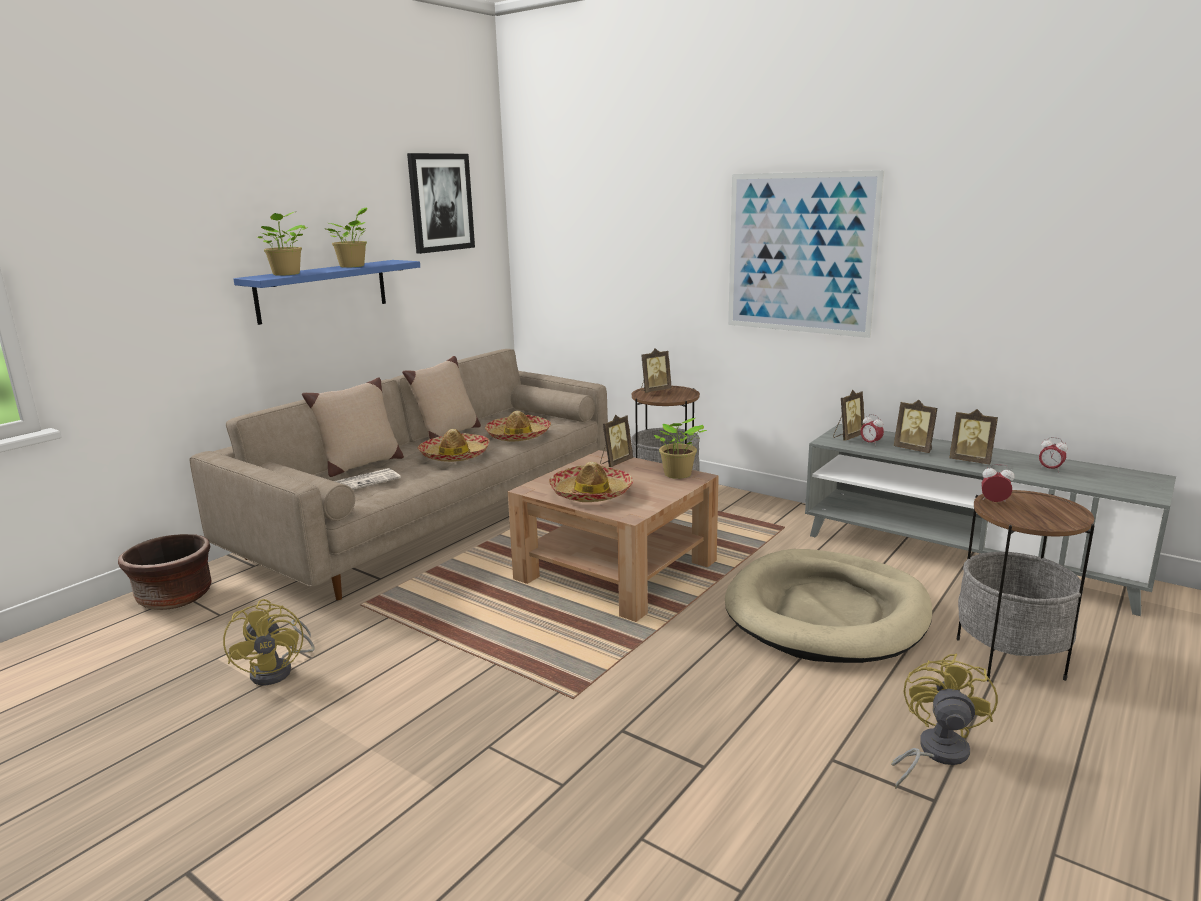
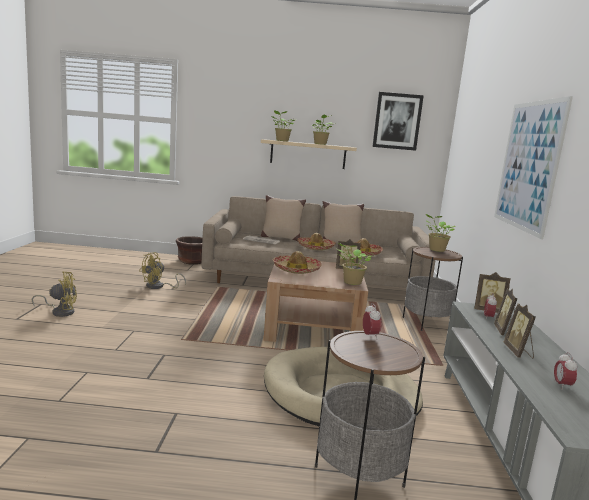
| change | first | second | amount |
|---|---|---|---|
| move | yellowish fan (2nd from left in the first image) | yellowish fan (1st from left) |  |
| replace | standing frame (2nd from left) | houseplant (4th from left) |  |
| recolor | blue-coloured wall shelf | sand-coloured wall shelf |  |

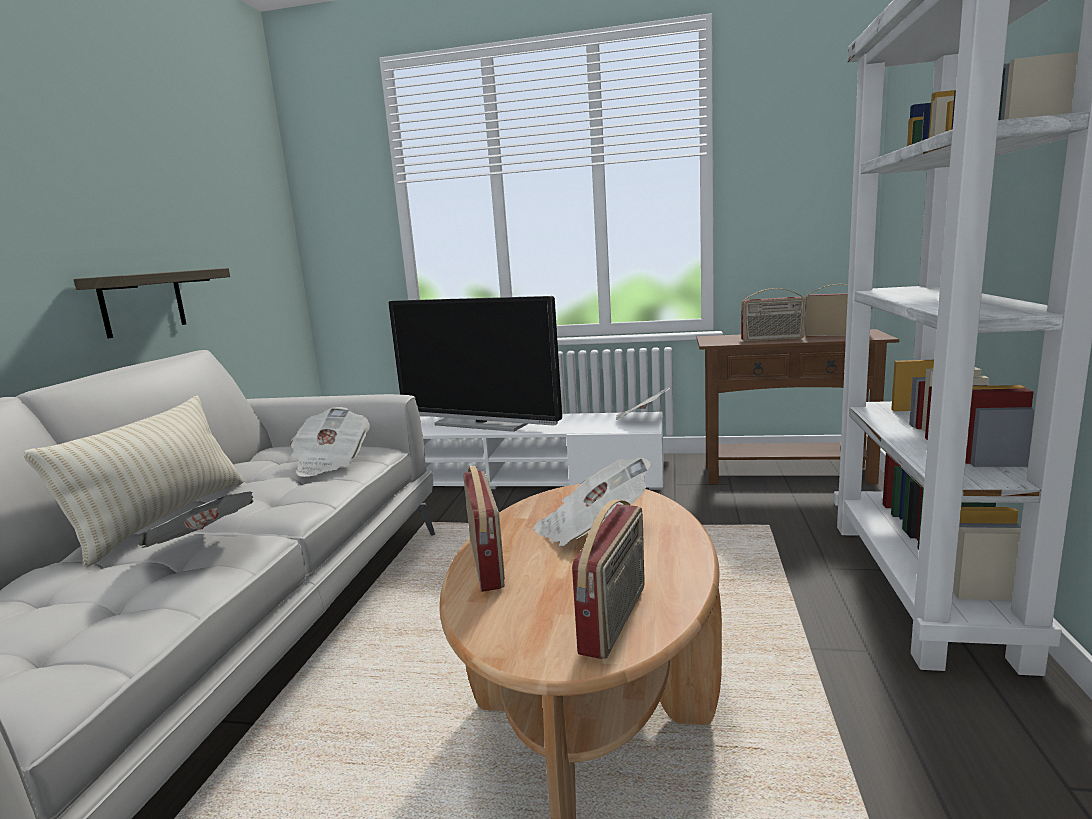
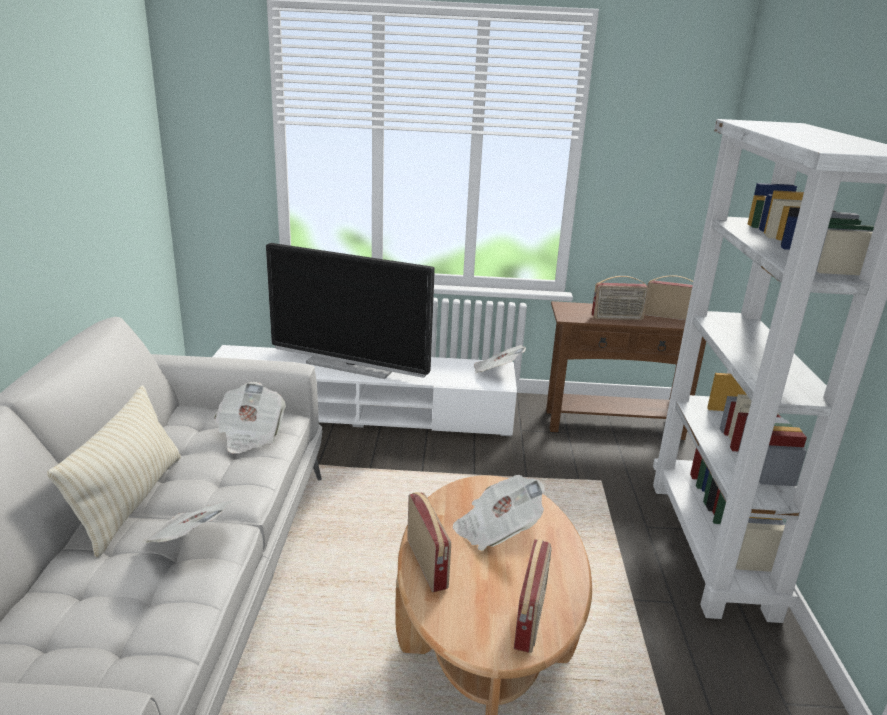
| change | first | second | amount |
|---|---|---|---|
| delete | wall shelf |  |  |

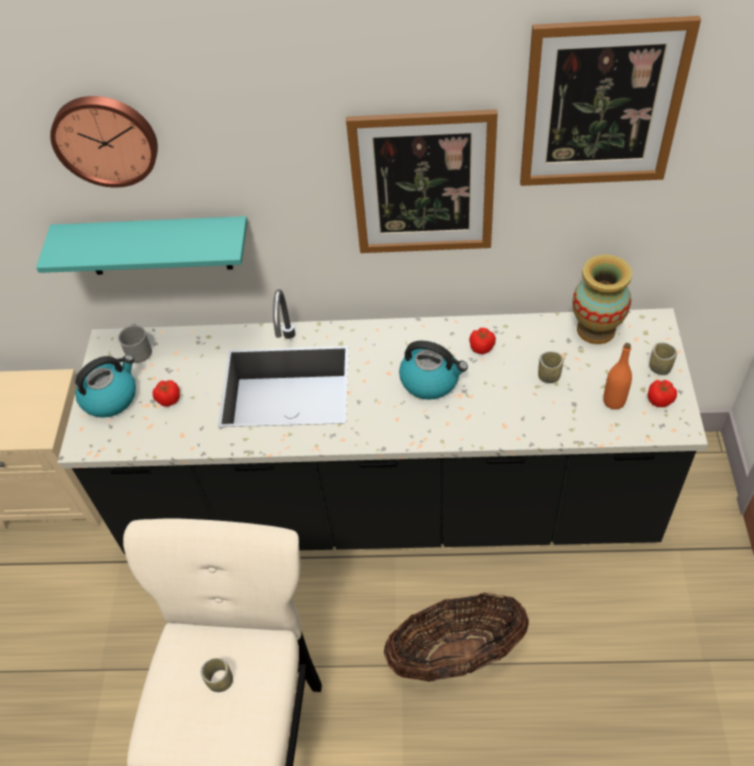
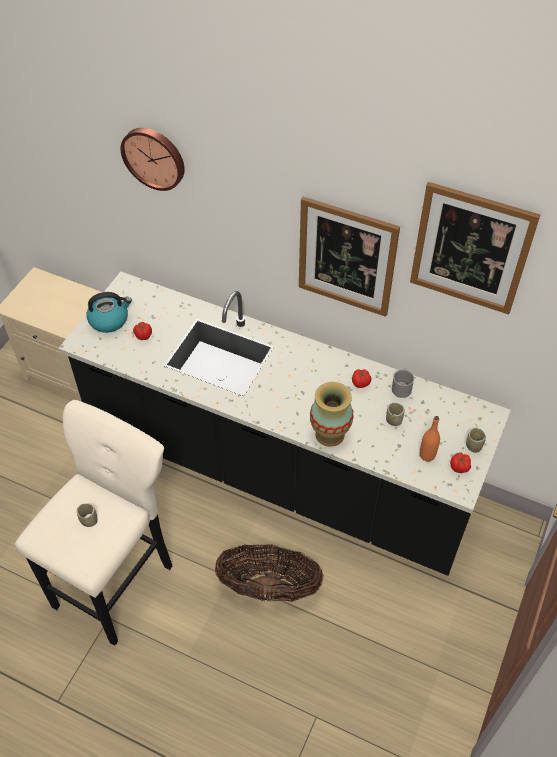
| change | first | second | amount |
|---|---|---|---|
| delete | turquoise wall shelf |  |  |
| delete | kettle (2nd from left) |  |  |
| move | gray mug |  |  |
| move | decorative vase |  |  |

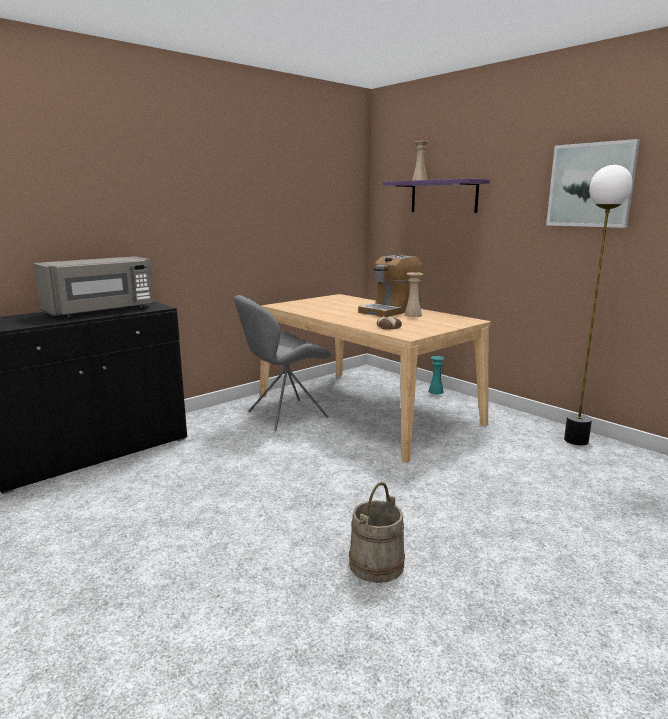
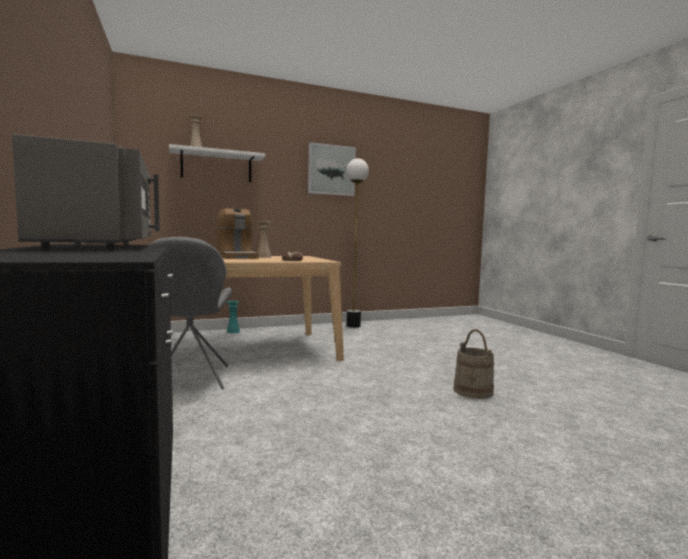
| change | first | second | amount |
|---|---|---|---|
| recolor | purple-coloured wall shelf | white-coloured wall shelf |  |

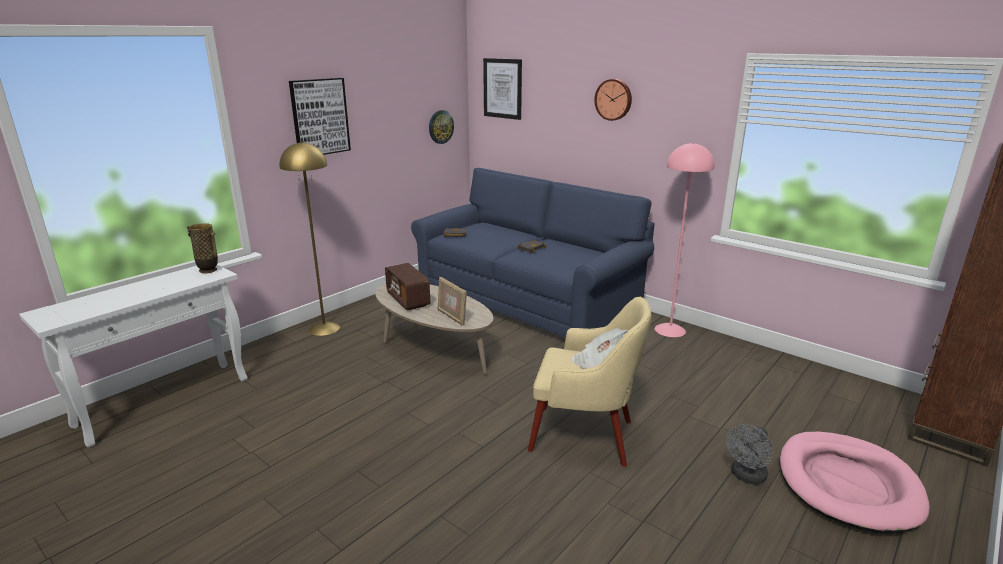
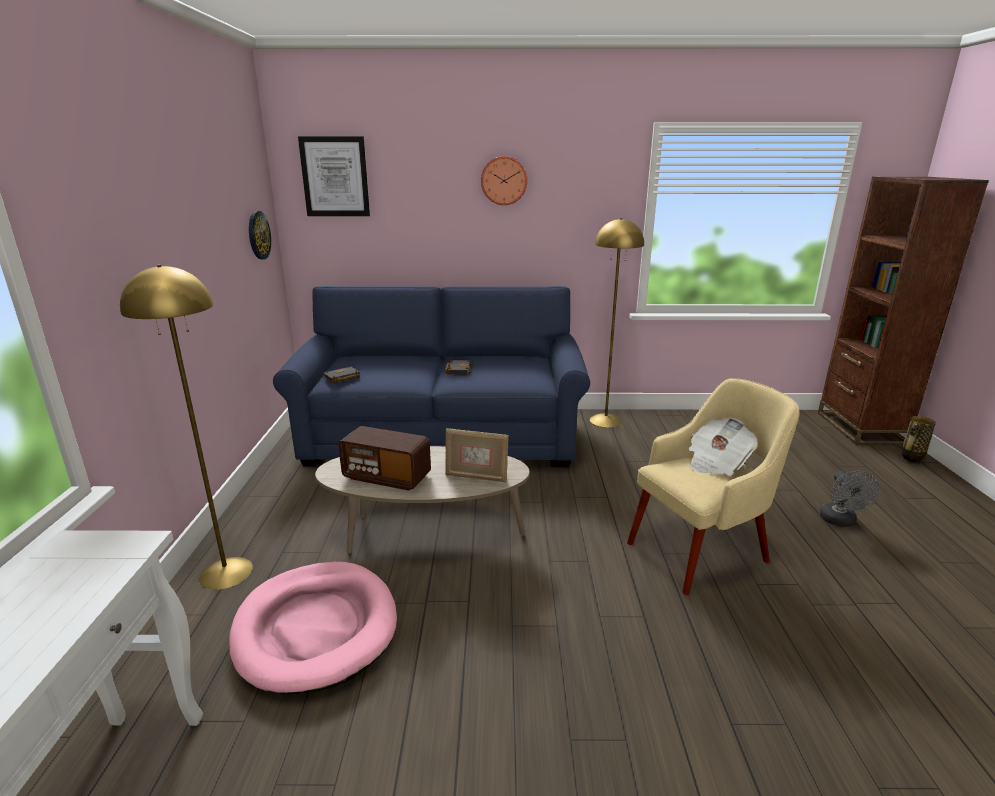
| change | first | second | amount |
|---|---|---|---|
| delete | picture (1st from left) |  |  |
| move | decorative vase |  |  |
| move | pink pet bed |  |  |
| recolor | pink standing lamp | yellowish standing lamp (2nd from left) |  |

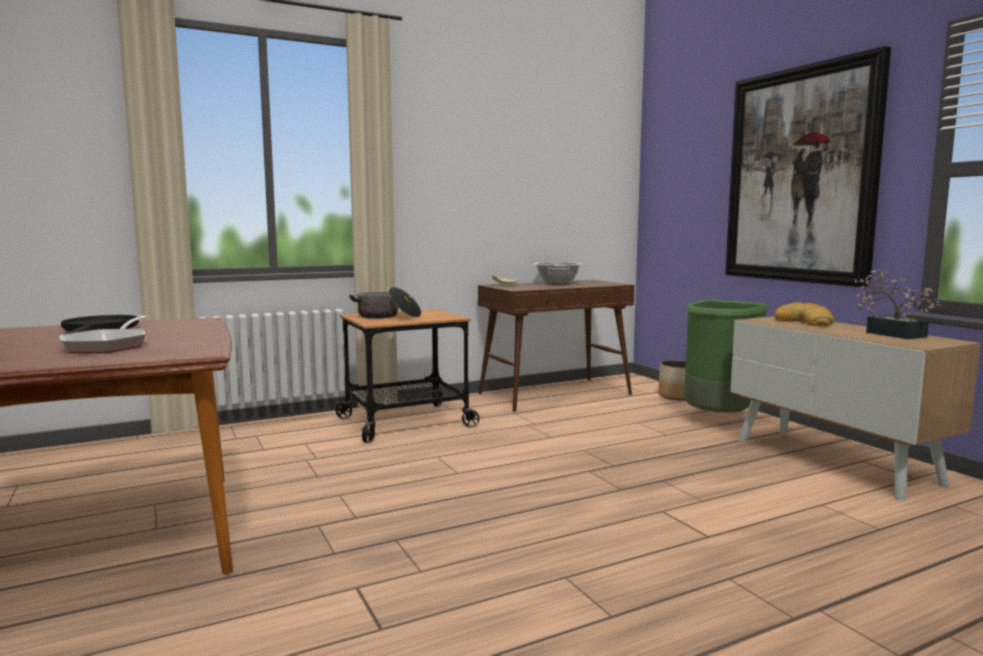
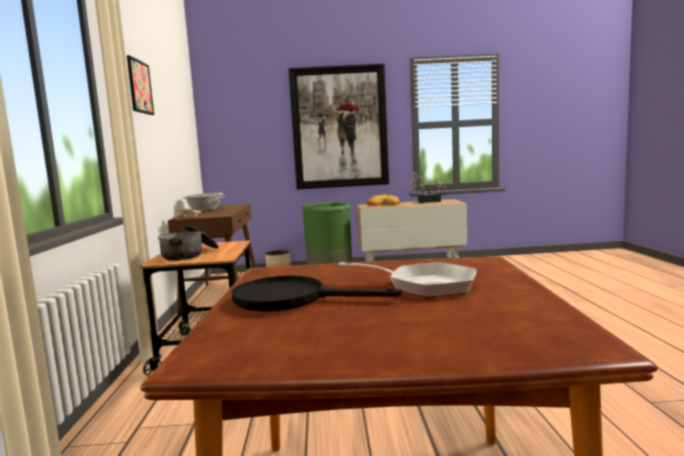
| change | first | second | amount |
|---|---|---|---|
| insert |  | picture (1st from left) |  |

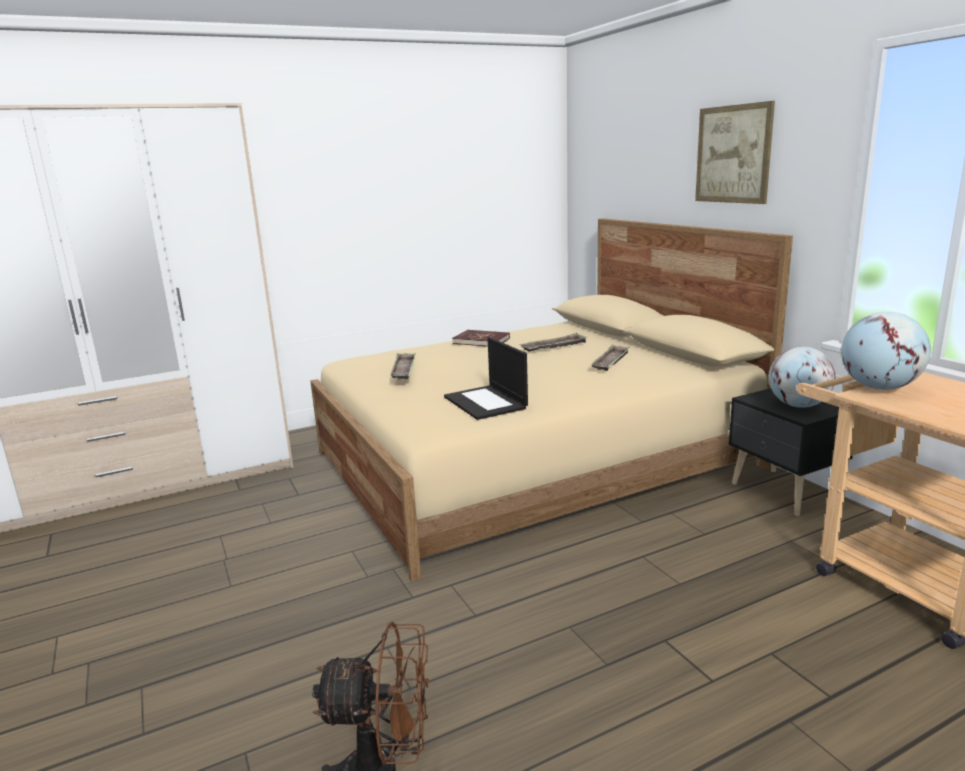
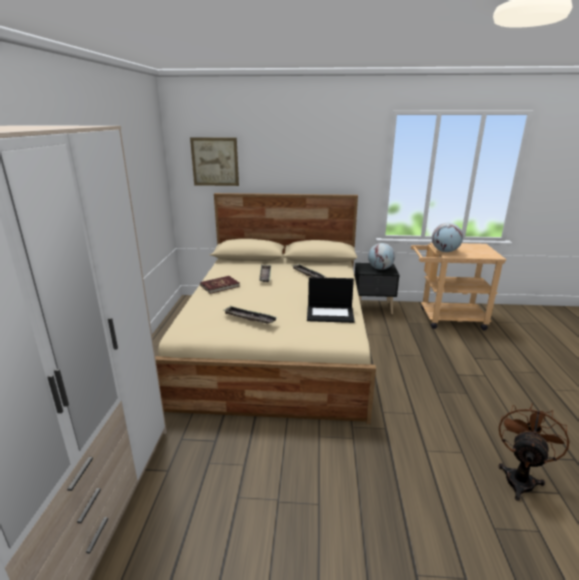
| change | first | second | amount |
|---|---|---|---|
| move | picture |  |  |

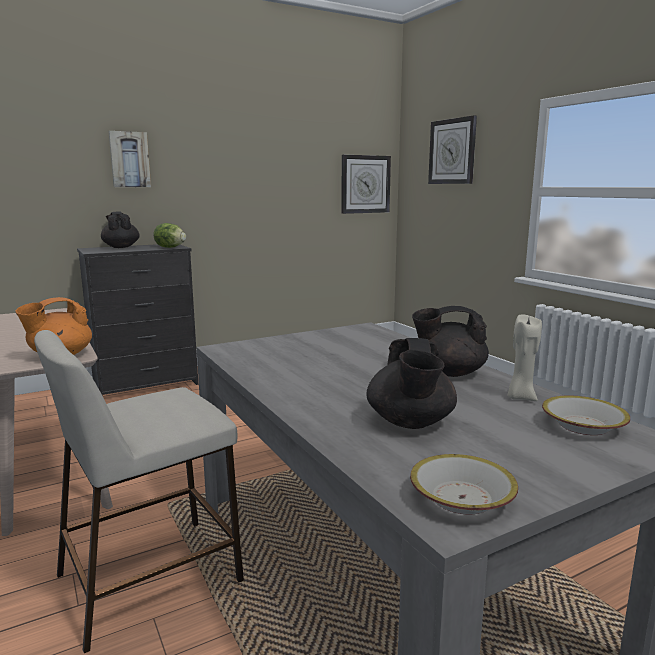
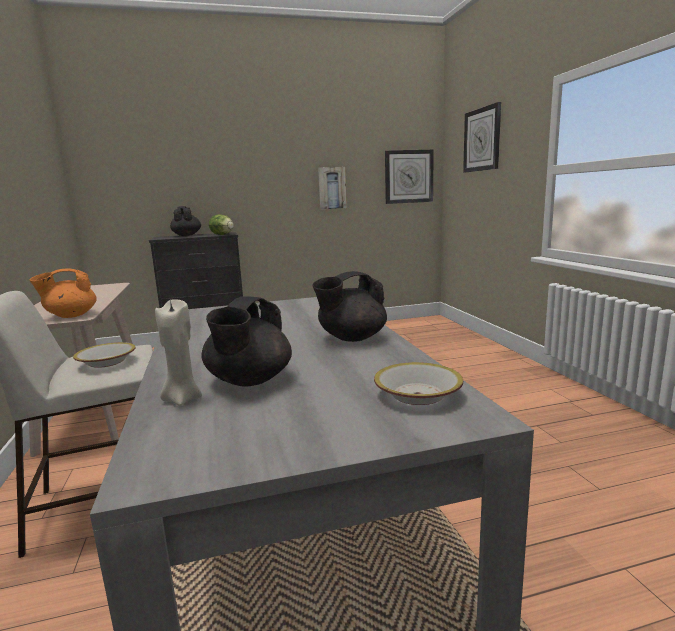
| change | first | second | amount |
|---|---|---|---|
| move | picture |  |  |
| move | bowl (1st from left) |  |  |
| move | sand-coloured candle |  |  |
| rotate | black pot for tea (3rd from left) |  | 45 degrees counterclockwise |

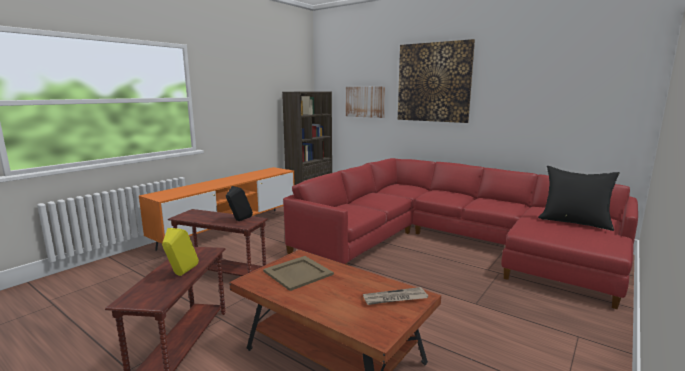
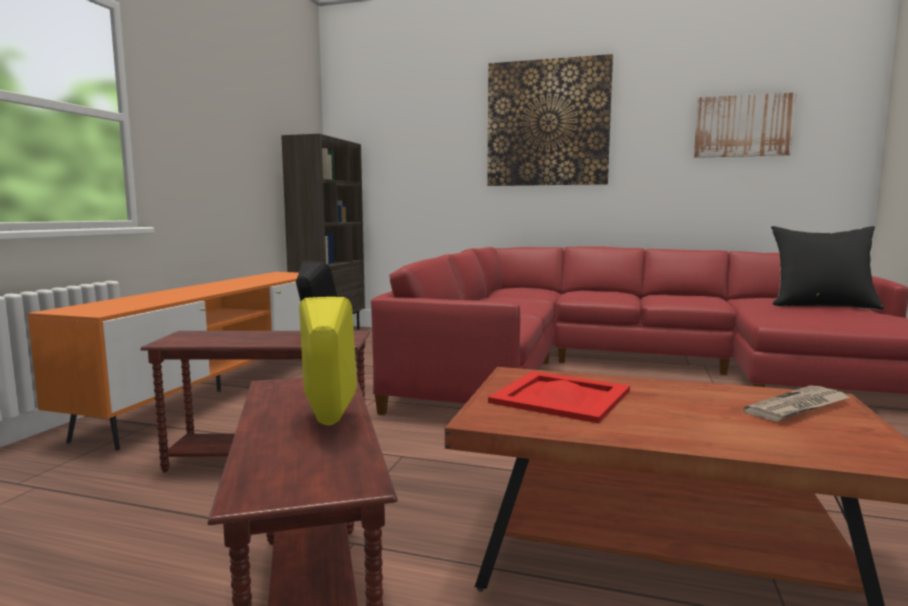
| change | first | second | amount |
|---|---|---|---|
| move | picture (1st from left in the first image) | picture (2nd from left) |  |
| recolor | sand-coloured serving tray | reddish serving tray |  |

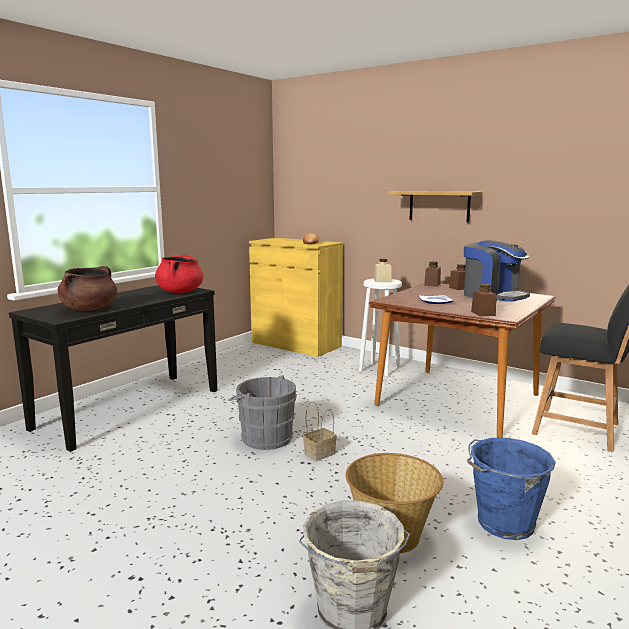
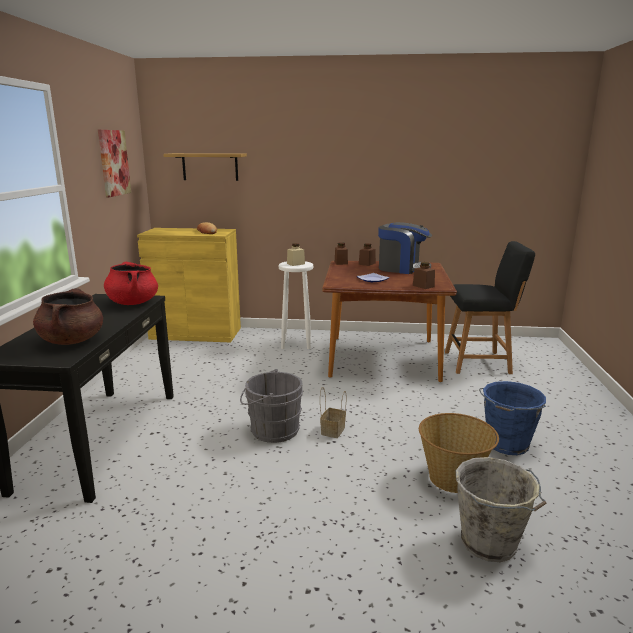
| change | first | second | amount |
|---|---|---|---|
| insert |  | picture |  |
| move | wall shelf |  |  |

